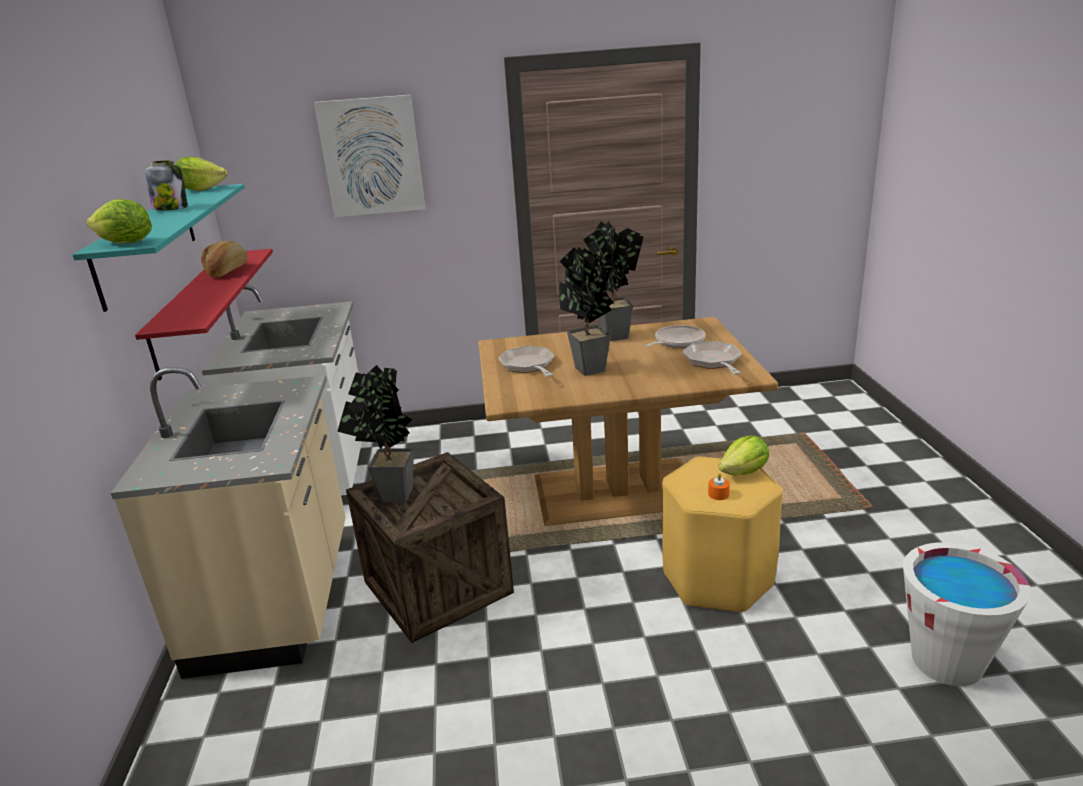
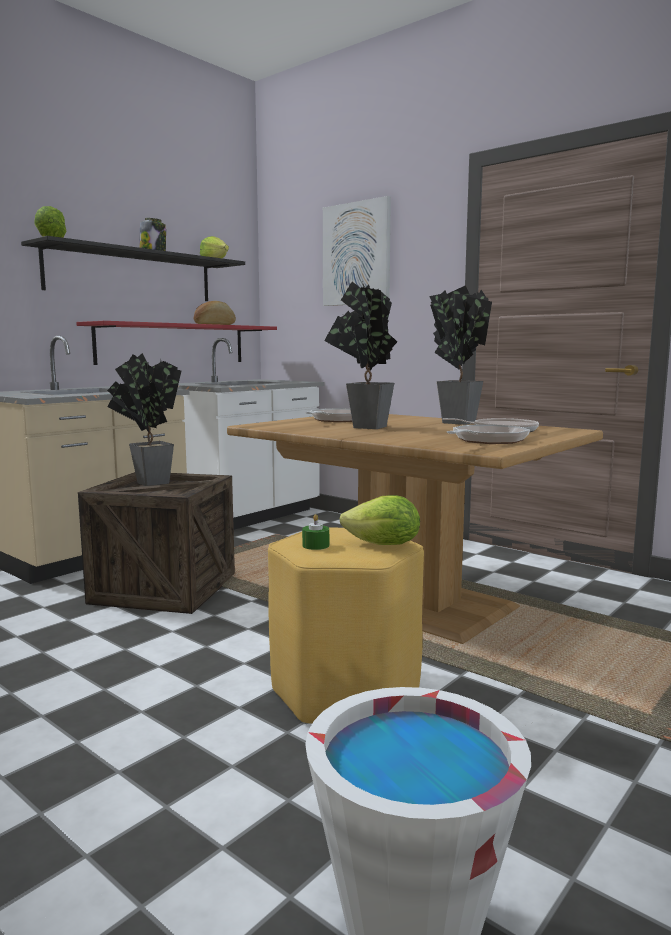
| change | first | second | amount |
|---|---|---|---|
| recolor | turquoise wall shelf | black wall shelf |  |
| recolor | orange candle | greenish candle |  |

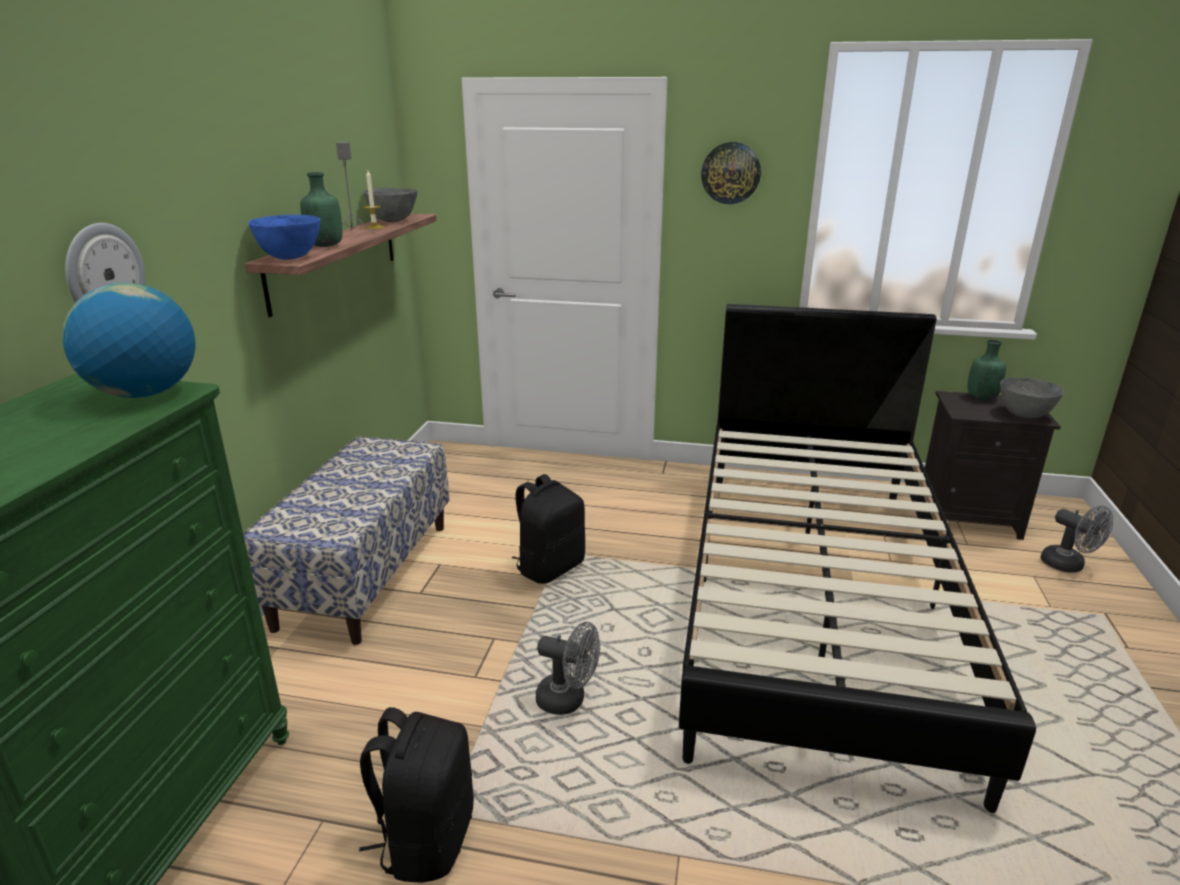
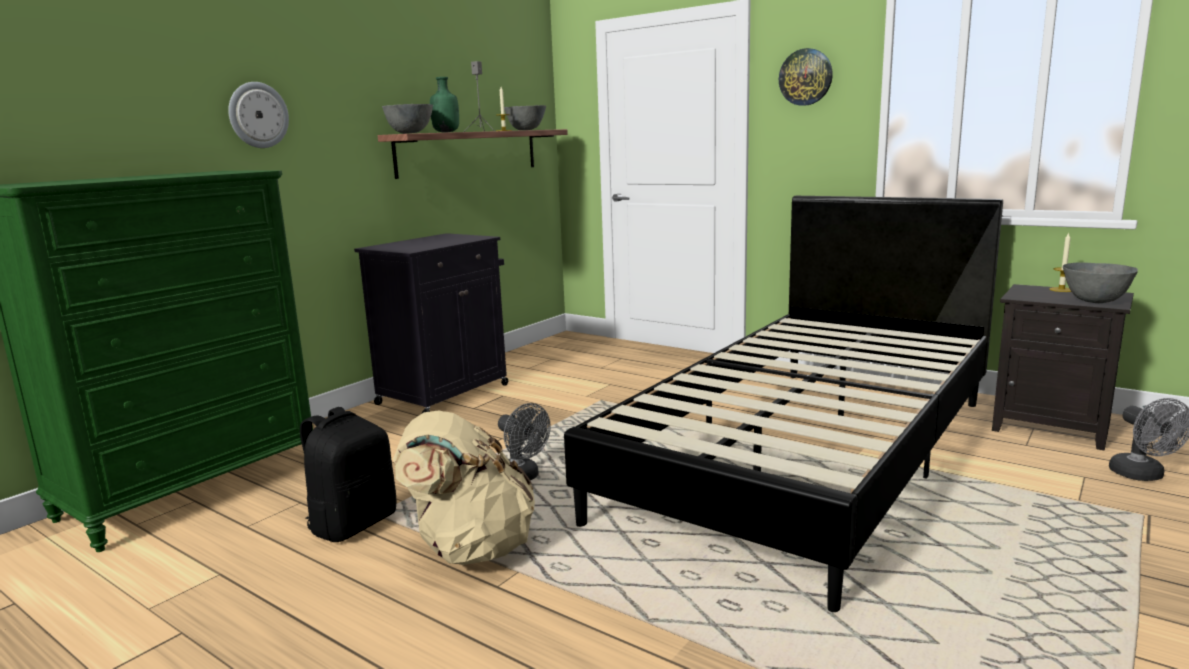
| change | first | second | amount |
|---|---|---|---|
| delete | desk globe |  |  |
| delete | black backpack (2nd from left) |  |  |
| insert |  | sand-coloured backpack |  |
| replace | bench | black cupboard |  |
| replace | greenish beverage bottle (2nd from left) | candle (2nd from left) |  |
| recolor | blue-coloured bowl | gray bowl (1st from left) |  |

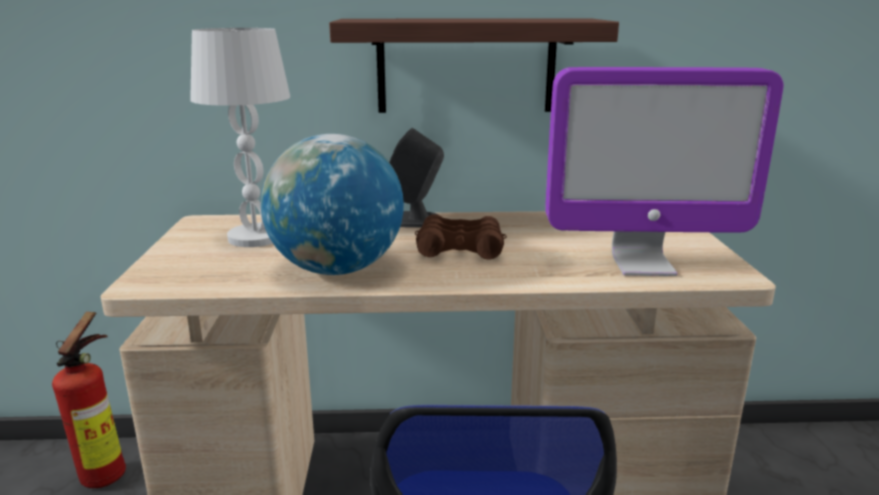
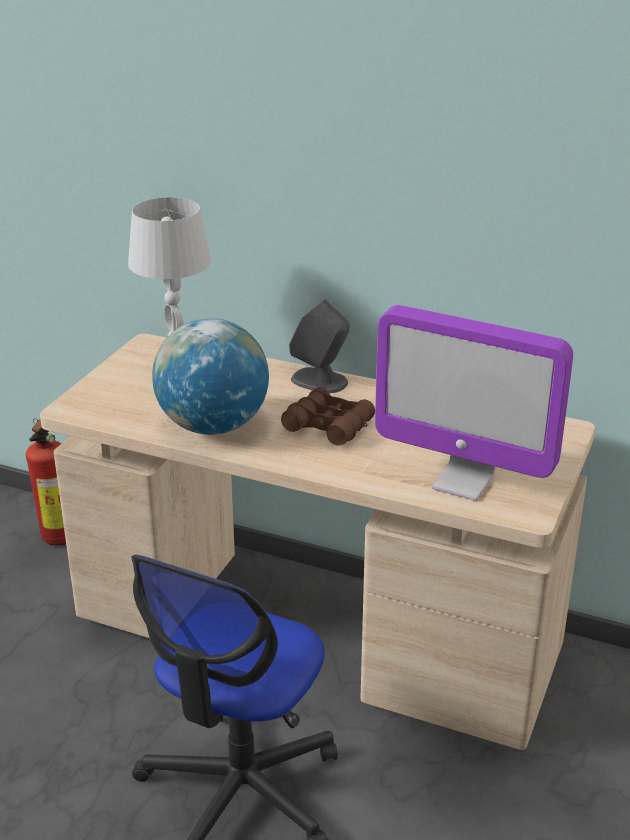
| change | first | second | amount |
|---|---|---|---|
| delete | wall shelf |  |  |

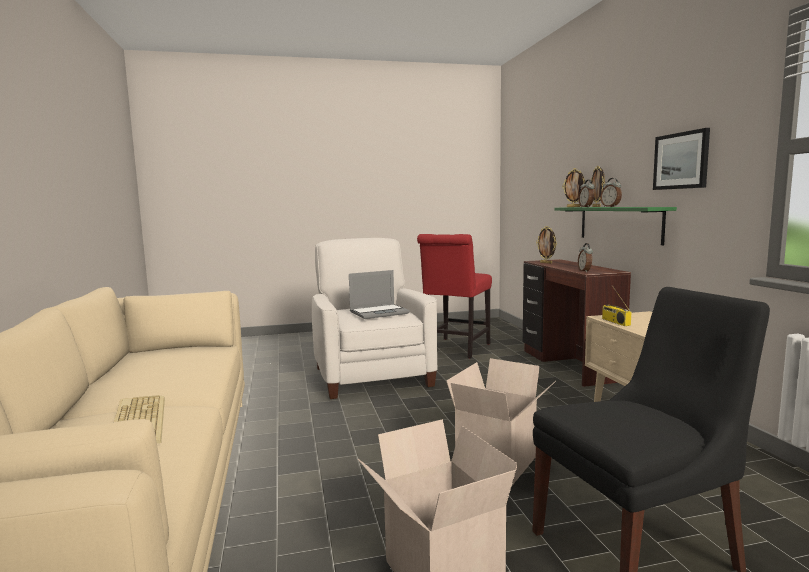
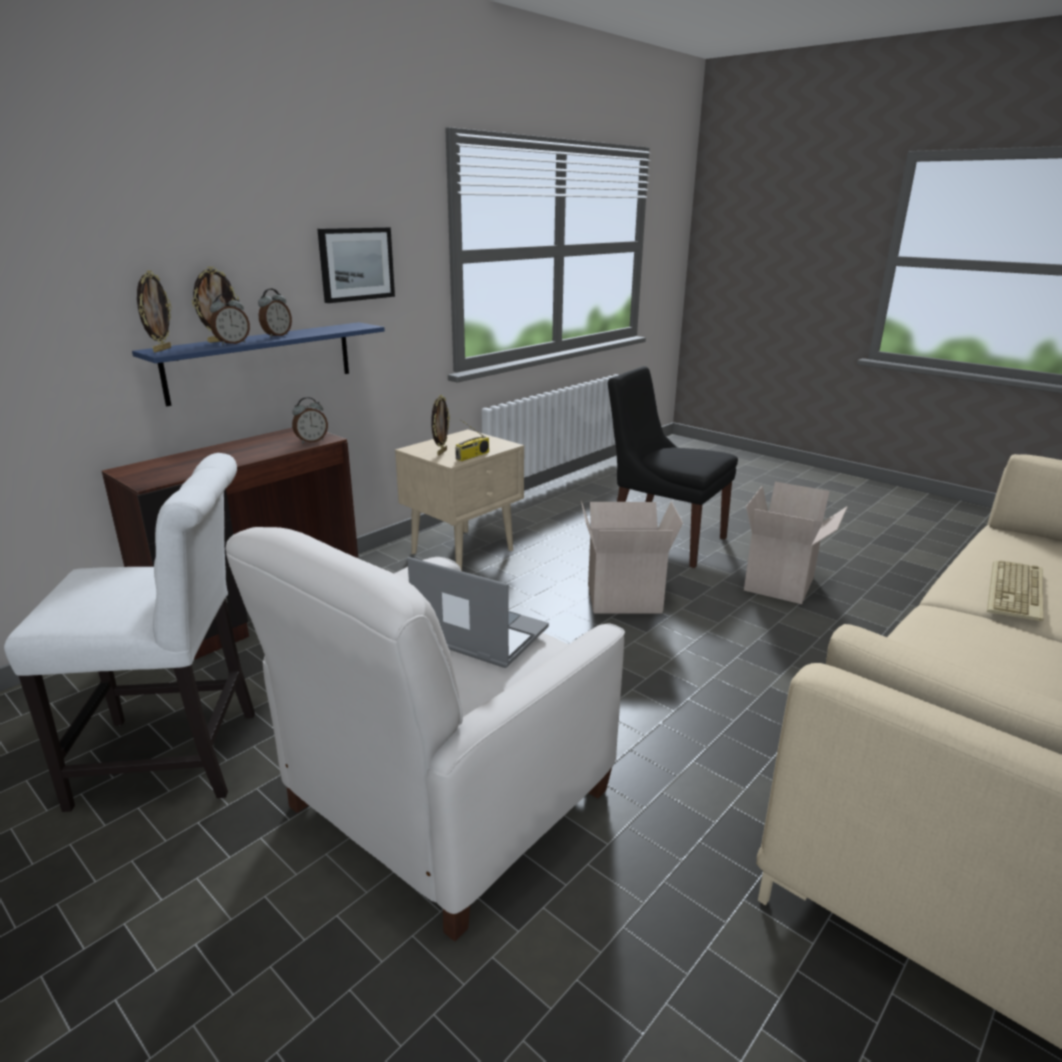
| change | first | second | amount |
|---|---|---|---|
| move | standing frame (1st from left in the first image) | standing frame (3rd from left) |  |
| recolor | reddish upright chair | white-coloured upright chair |  |
| recolor | greenish wall shelf | blue-coloured wall shelf |  |

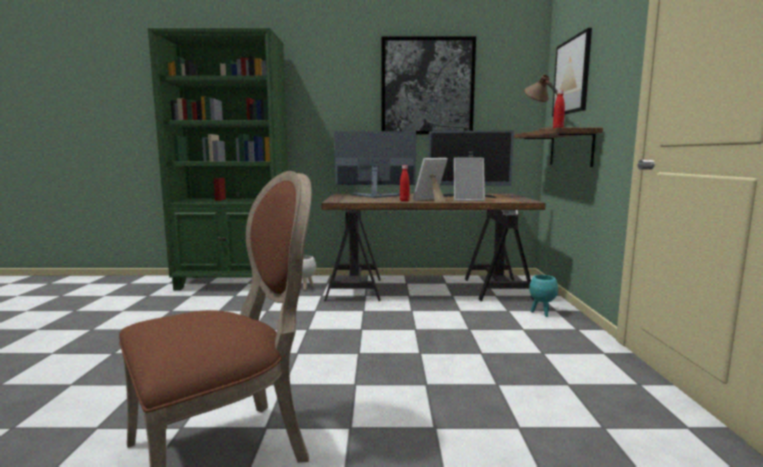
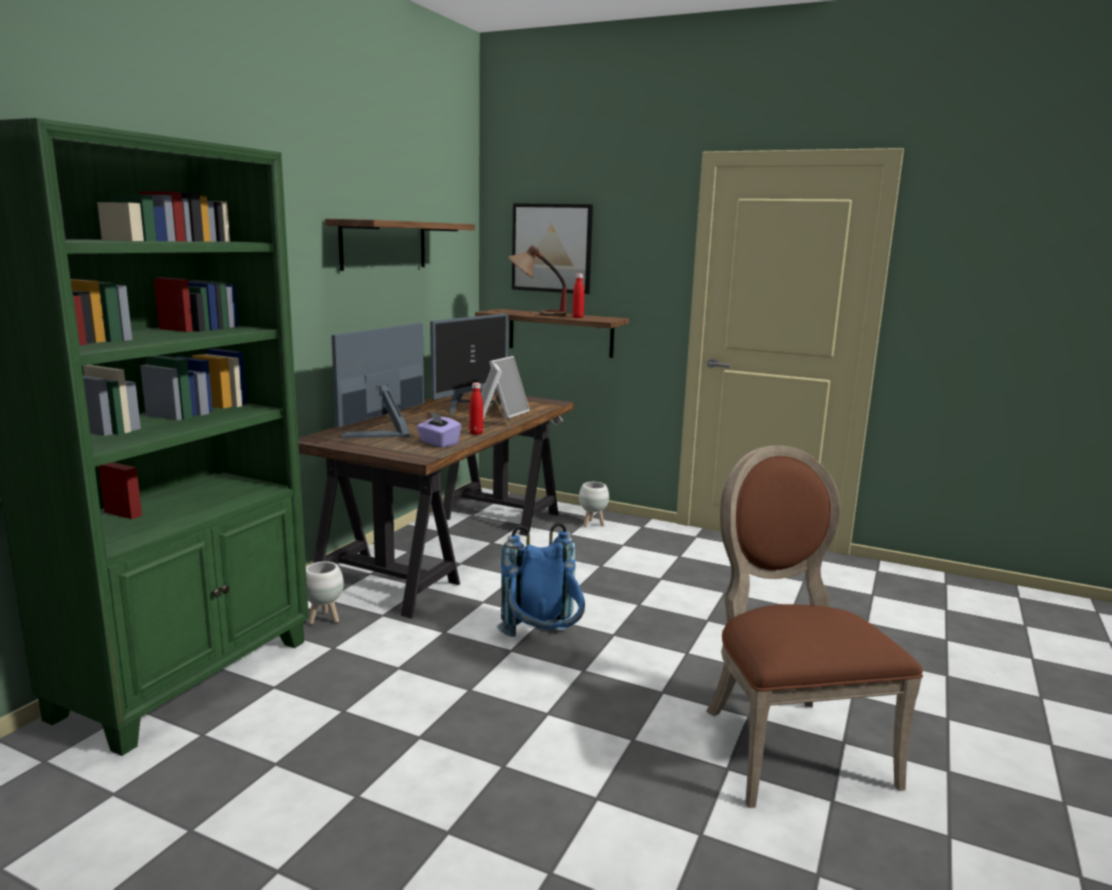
| change | first | second | amount |
|---|---|---|---|
| insert |  | purple-coloured box of tissues |  |
| insert |  | blue-coloured backpack |  |
| replace | picture (1st from left) | wall shelf (1st from left) |  |
| recolor | turquoise flower pot | white-coloured flower pot (2nd from left) |  |

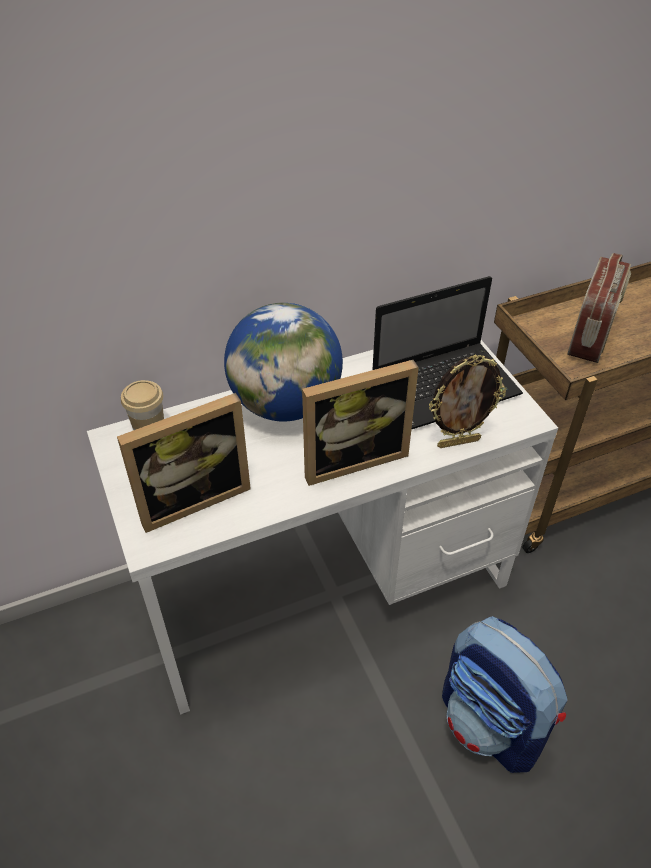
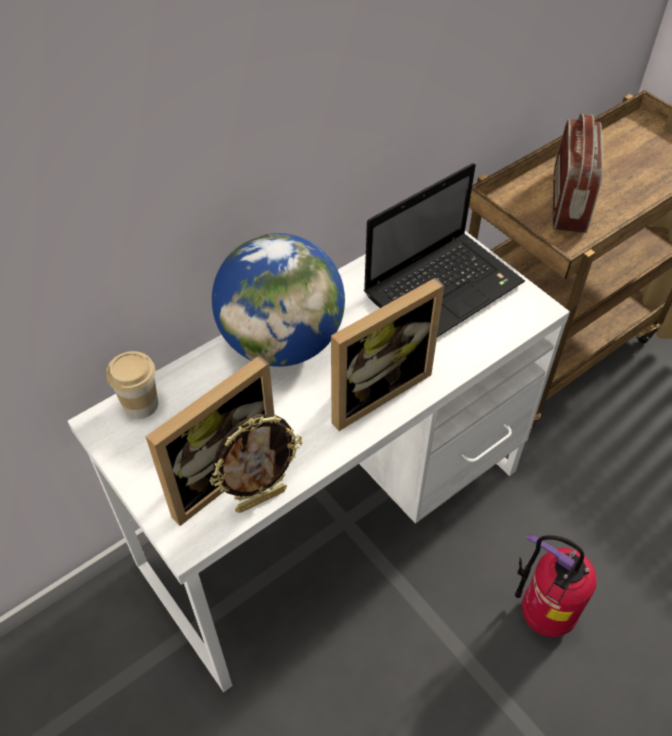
| change | first | second | amount |
|---|---|---|---|
| move | standing frame (3rd from left in the first image) | standing frame (2nd from left) |  |
| replace | backpack | fire-fighting cylinder |  |

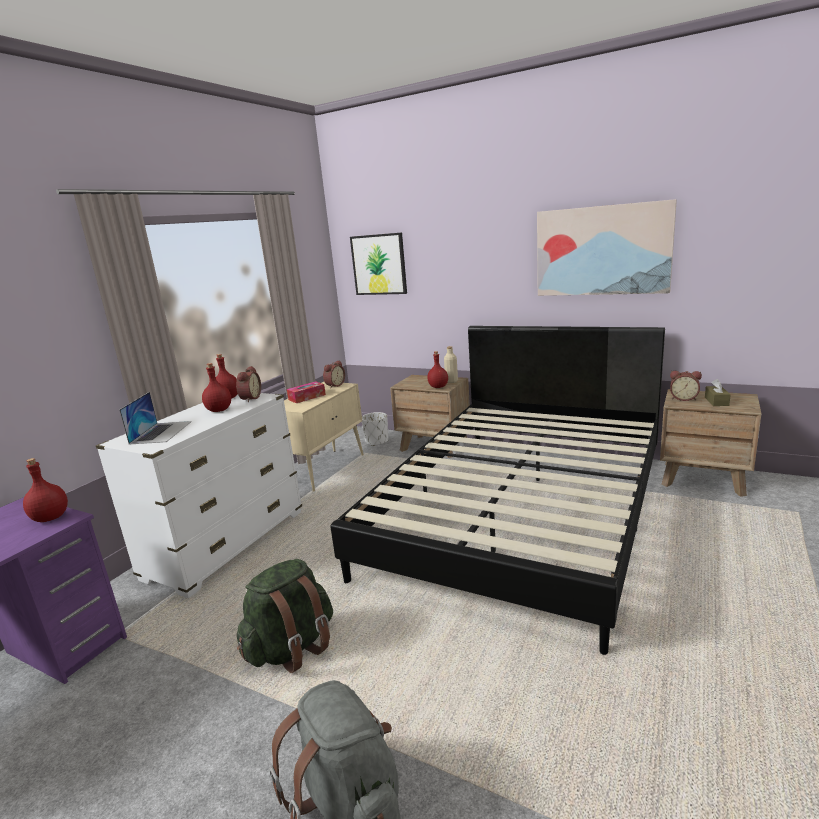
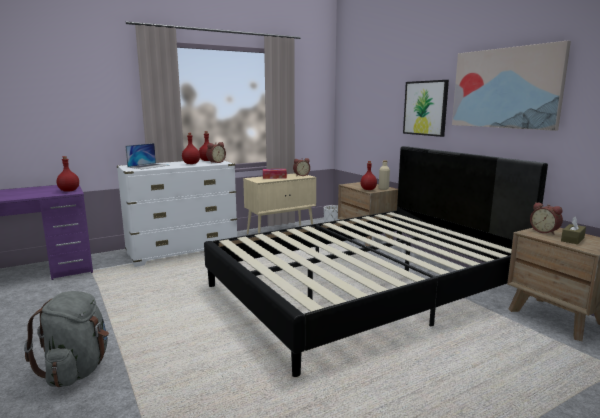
| change | first | second | amount |
|---|---|---|---|
| delete | greenish backpack |  |  |
| move | picture (1st from left) |  |  |

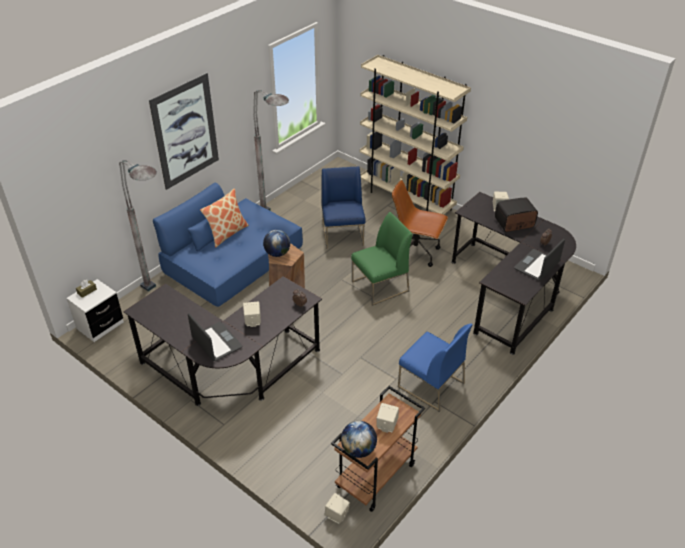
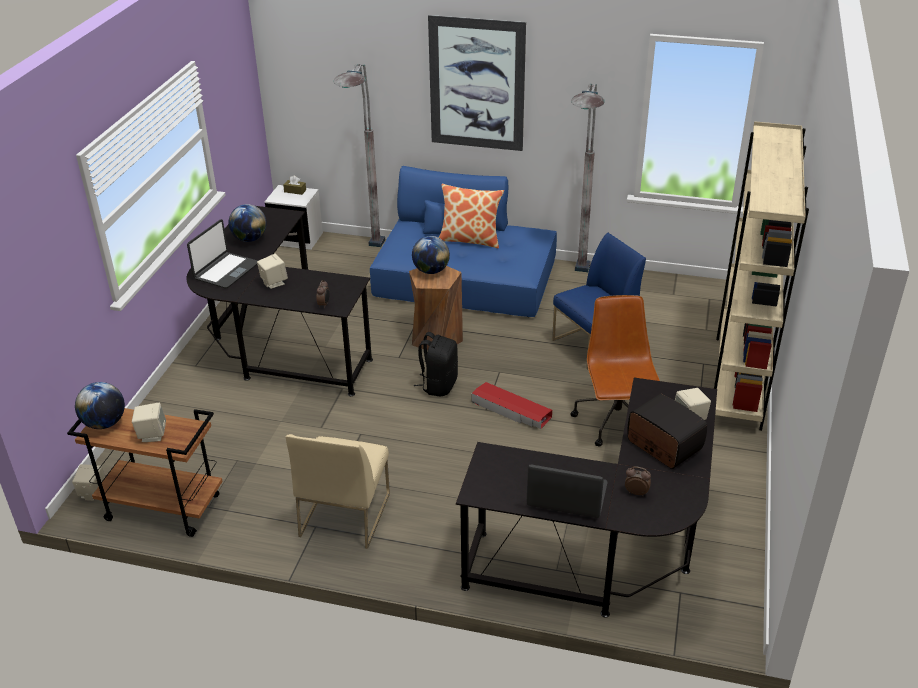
| change | first | second | amount |
|---|---|---|---|
| insert |  | desk globe (2nd from left) |  |
| insert |  | black backpack |  |
| replace | greenish upright chair | reddish storage box |  |
| recolor | blue-coloured upright chair (2nd from left) | sand-coloured upright chair |  |

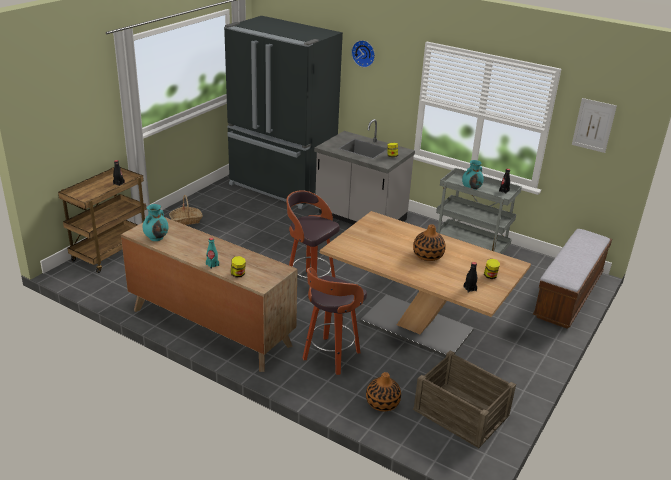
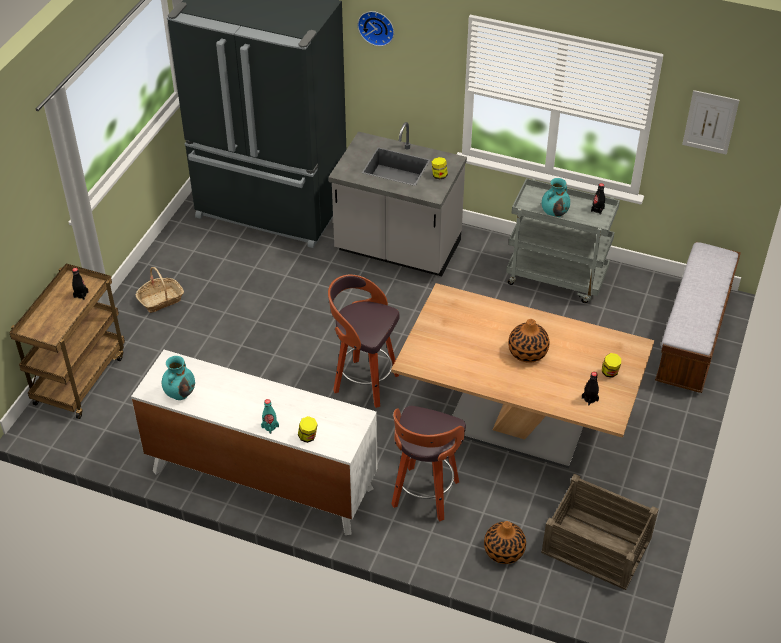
| change | first | second | amount |
|---|---|---|---|
| recolor | brown drawer chest | white-coloured drawer chest |  |

